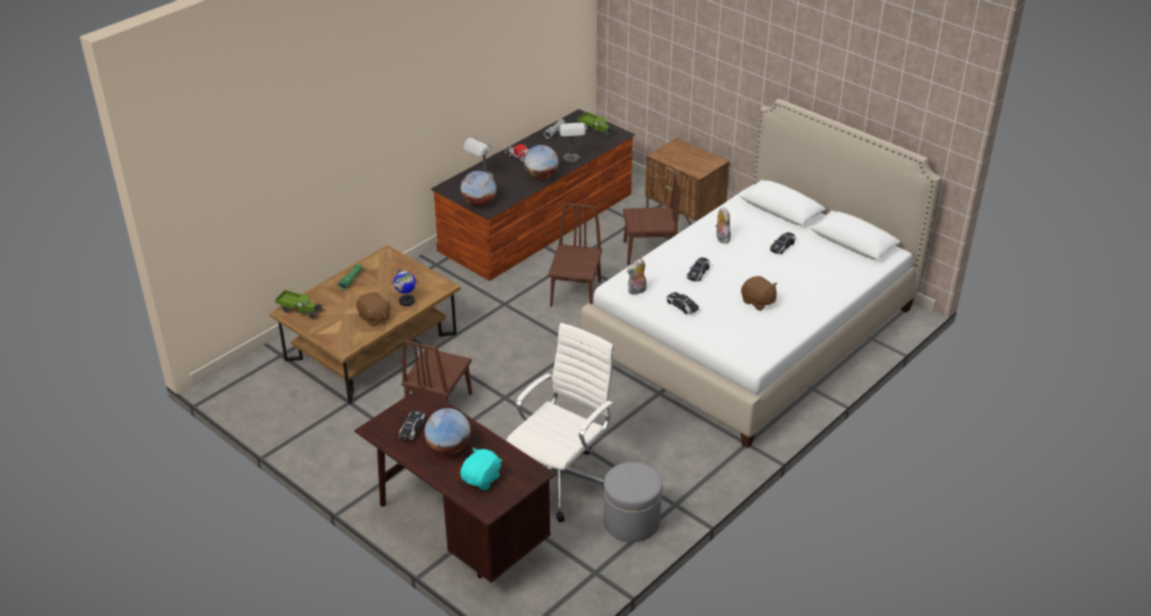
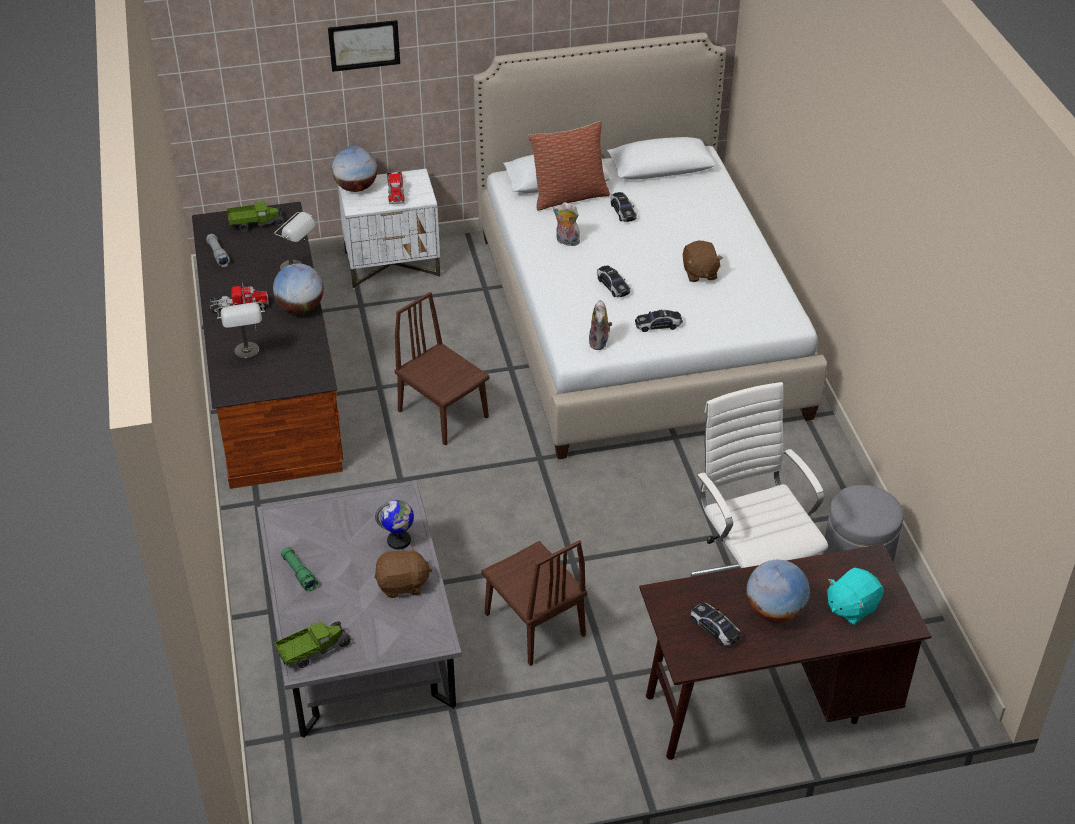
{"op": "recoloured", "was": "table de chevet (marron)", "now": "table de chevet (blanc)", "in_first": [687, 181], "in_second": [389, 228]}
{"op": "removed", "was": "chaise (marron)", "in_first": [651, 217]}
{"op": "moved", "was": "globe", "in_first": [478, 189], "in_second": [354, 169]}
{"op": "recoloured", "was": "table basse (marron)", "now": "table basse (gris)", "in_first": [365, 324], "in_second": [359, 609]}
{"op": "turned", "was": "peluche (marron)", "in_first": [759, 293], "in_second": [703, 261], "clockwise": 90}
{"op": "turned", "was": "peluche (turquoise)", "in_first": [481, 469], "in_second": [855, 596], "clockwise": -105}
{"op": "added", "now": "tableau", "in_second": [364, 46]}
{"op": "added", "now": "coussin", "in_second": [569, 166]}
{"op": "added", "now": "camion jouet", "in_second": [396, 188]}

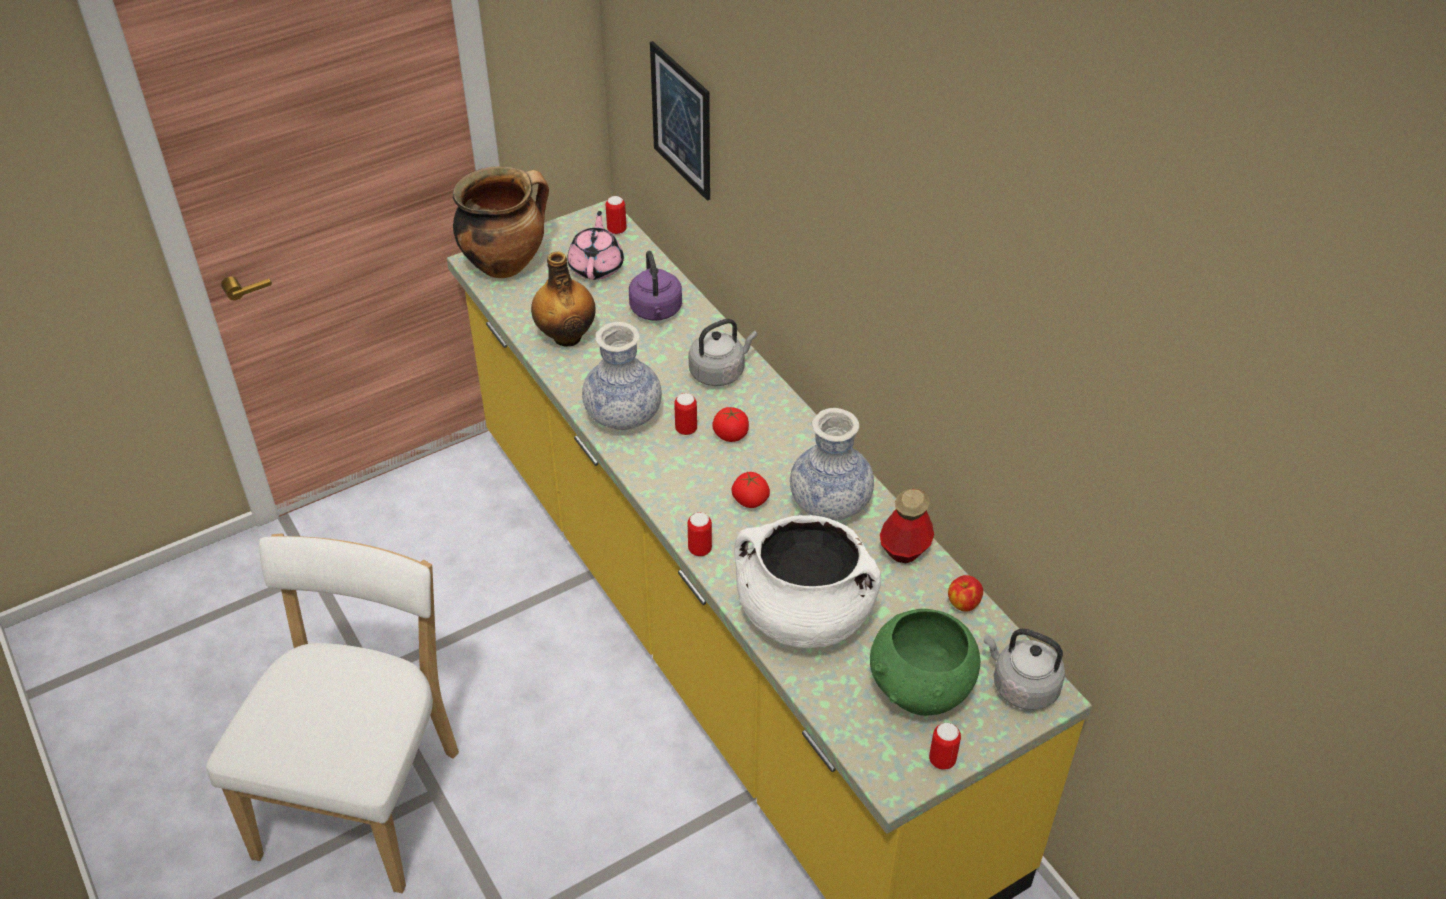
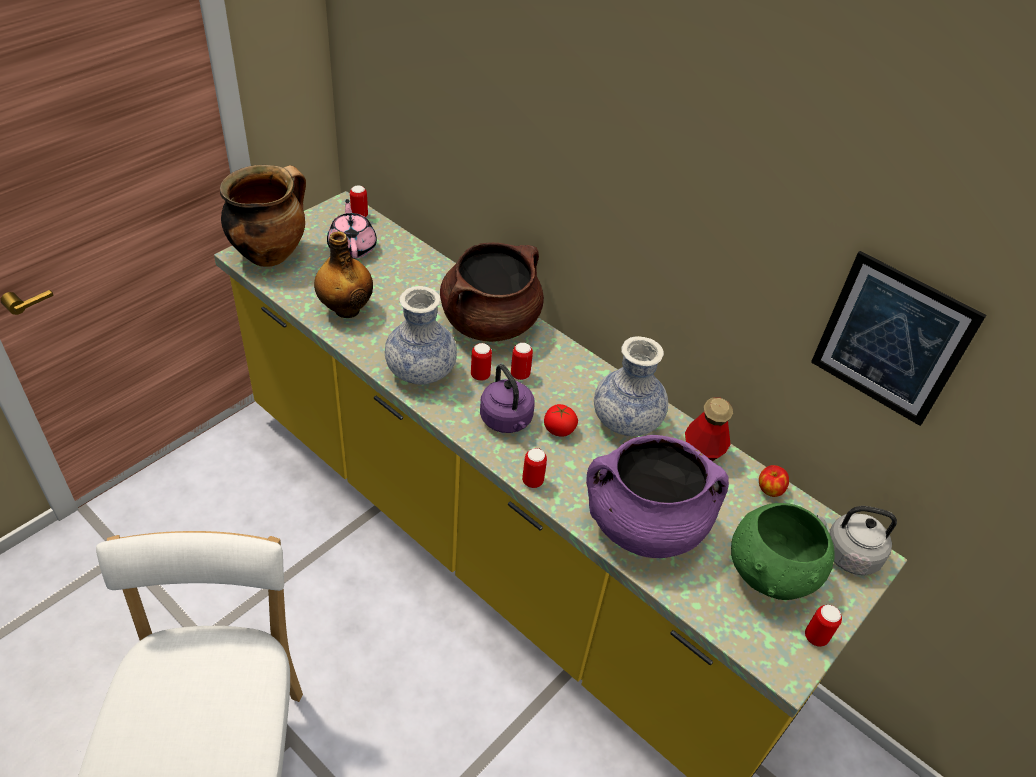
{"op": "moved", "was": "tableau", "in_first": [680, 121], "in_second": [898, 338]}
{"op": "moved", "was": "bouilloire (violet)", "in_first": [655, 286], "in_second": [507, 398]}
{"op": "replaced", "was": "bouilloire (gris)", "now": "marmite (marron)", "in_first": [722, 352], "in_second": [492, 292]}
{"op": "replaced", "was": "tomate", "now": "boîte métallique", "in_first": [730, 424], "in_second": [522, 361]}
{"op": "recoloured", "was": "marmite (blanc)", "now": "marmite (violet)", "in_first": [807, 581], "in_second": [657, 496]}

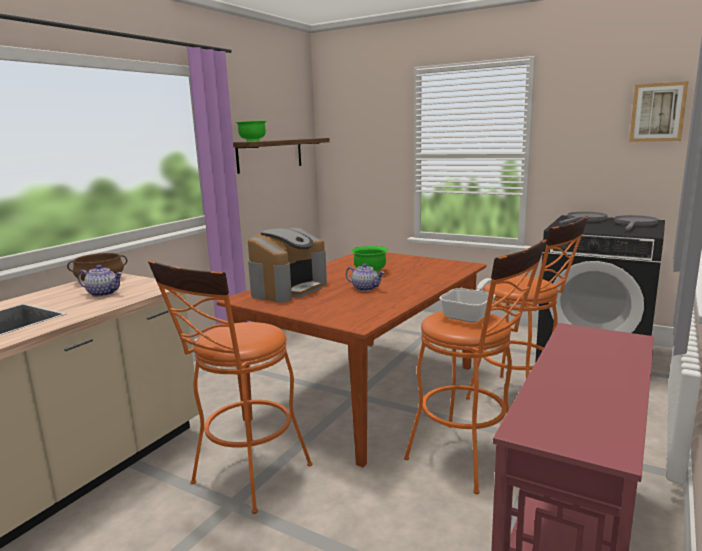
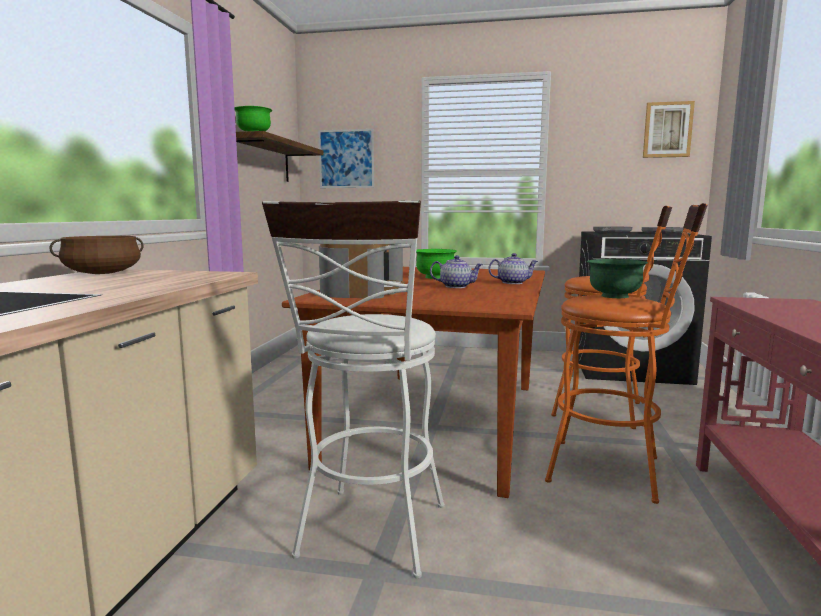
{"op": "recoloured", "was": "tabouret (orange)", "now": "tabouret (blanc)", "in_first": [230, 387], "in_second": [353, 389]}
{"op": "moved", "was": "théière", "in_first": [100, 281], "in_second": [513, 268]}
{"op": "replaced", "was": "poêle", "now": "bol (vert)", "in_first": [467, 300], "in_second": [617, 278]}
{"op": "added", "now": "tableau", "in_second": [346, 158]}

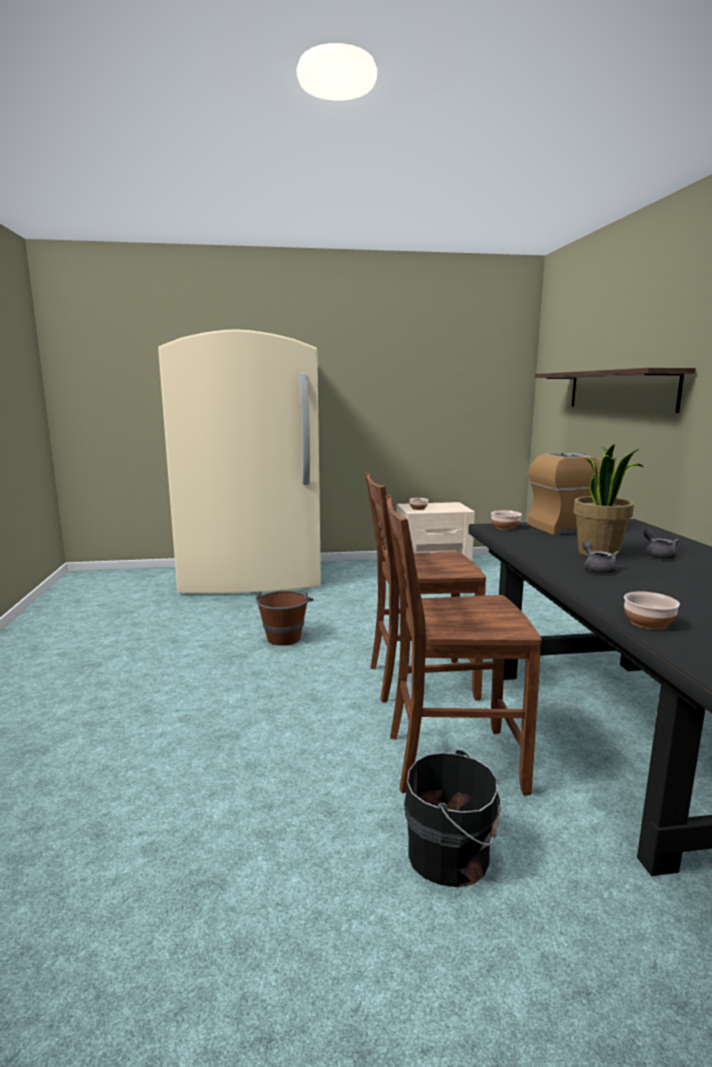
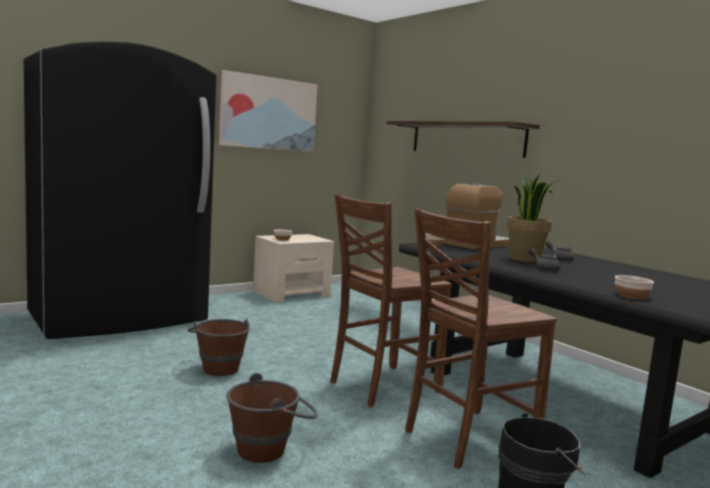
{"op": "recoloured", "was": "réfrigérateur (beige)", "now": "réfrigérateur (noir)", "in_first": [239, 461], "in_second": [120, 190]}
{"op": "added", "now": "tableau", "in_second": [268, 111]}
{"op": "added", "now": "seau (marron)", "in_second": [272, 418]}

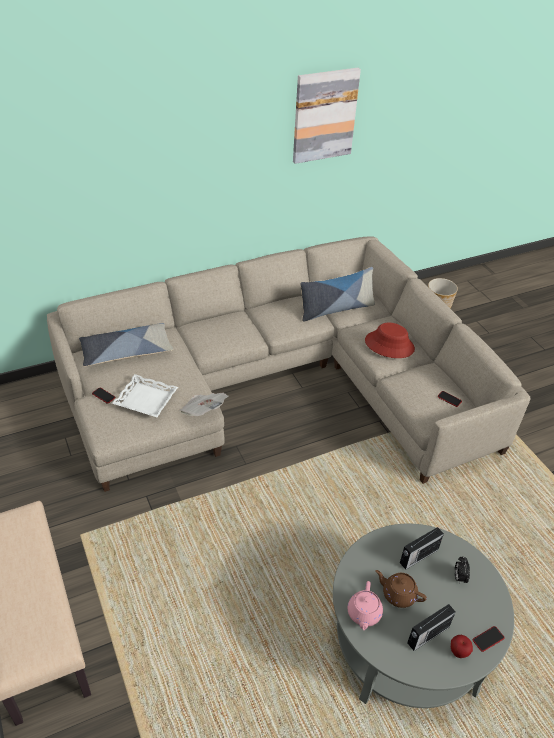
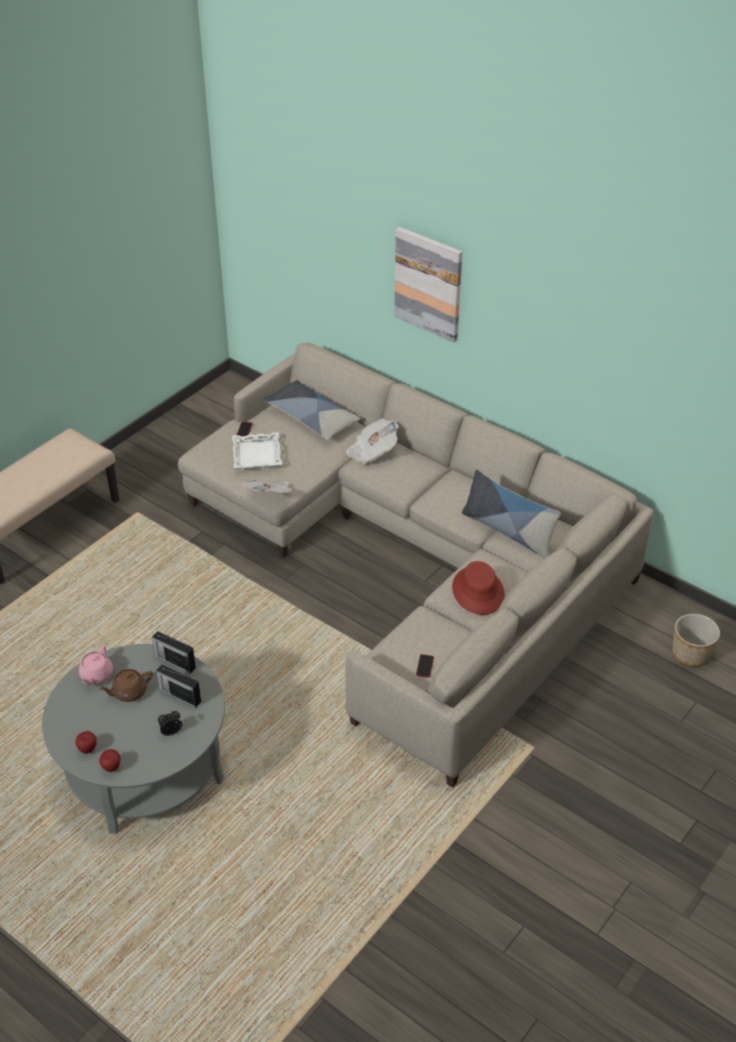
{"op": "moved", "was": "tableau", "in_first": [327, 116], "in_second": [428, 284]}
{"op": "turned", "was": "théière (marron)", "in_first": [401, 589], "in_second": [126, 685], "clockwise": -120}
{"op": "turned", "was": "théière (rose)", "in_first": [365, 606], "in_second": [96, 665], "clockwise": -60}
{"op": "moved", "was": "radio", "in_first": [431, 627], "in_second": [174, 652]}
{"op": "replaced", "was": "téléphone", "now": "pomme", "in_first": [488, 639], "in_second": [109, 760]}
{"op": "added", "now": "journal", "in_second": [372, 441]}

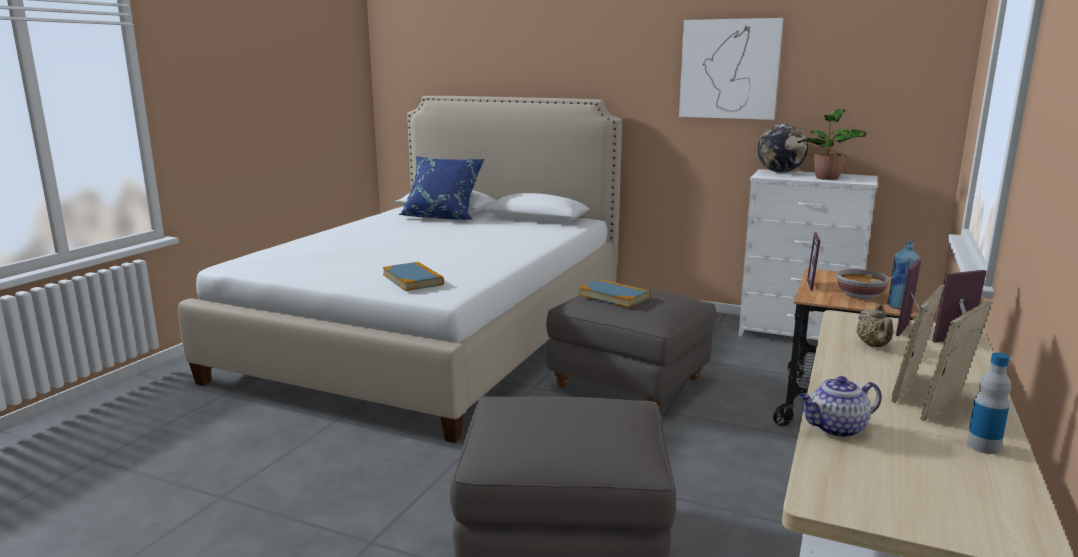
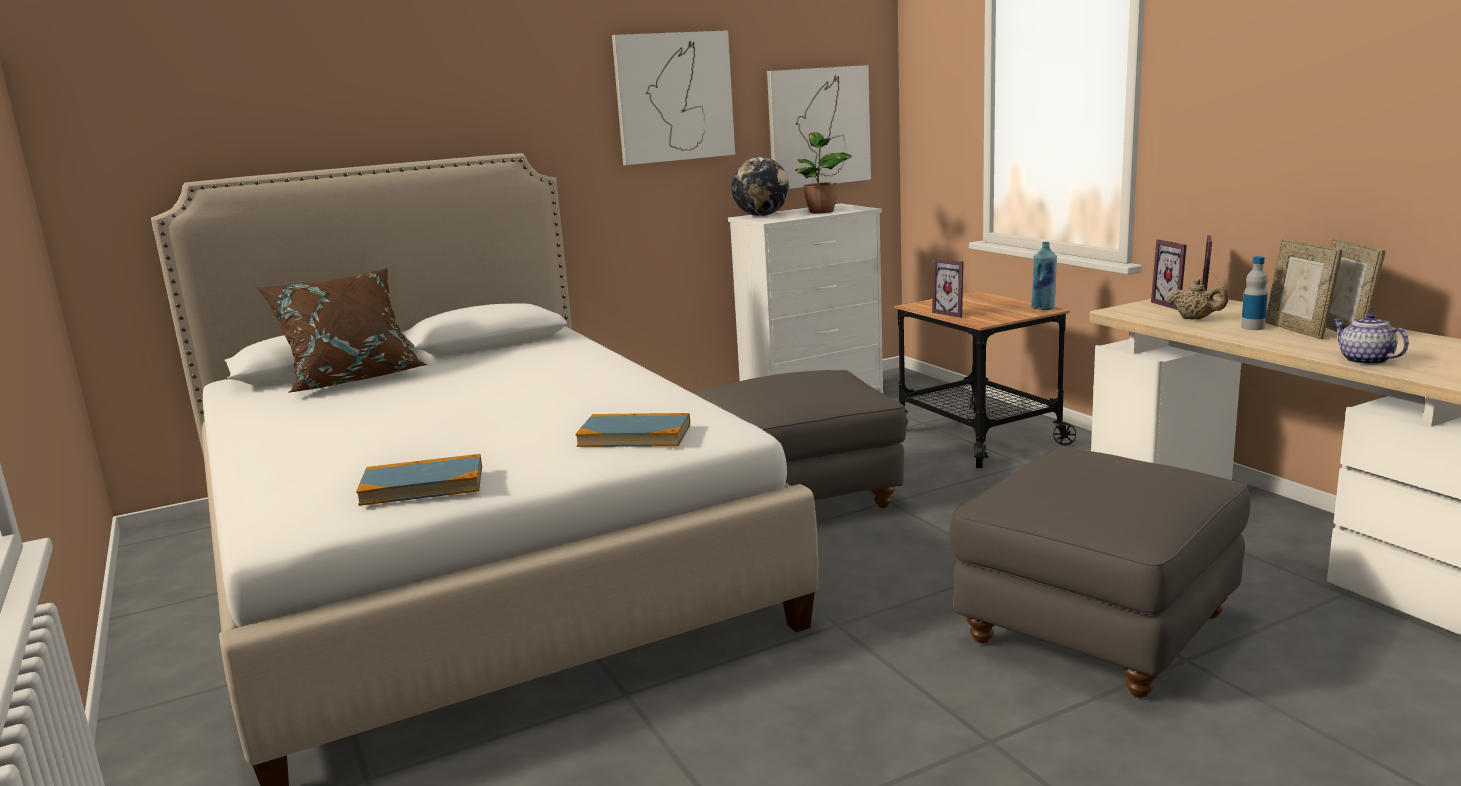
{"op": "recoloured", "was": "coussin (bleu)", "now": "coussin (marron)", "in_first": [441, 188], "in_second": [341, 330]}
{"op": "removed", "was": "bol", "in_first": [863, 284]}
{"op": "moved", "was": "livre", "in_first": [615, 293], "in_second": [419, 480]}
{"op": "moved", "was": "bouteille", "in_first": [989, 403], "in_second": [1254, 293]}
{"op": "turned", "was": "théière", "in_first": [840, 407], "in_second": [1371, 339], "clockwise": 135}
{"op": "added", "now": "tableau", "in_second": [819, 127]}

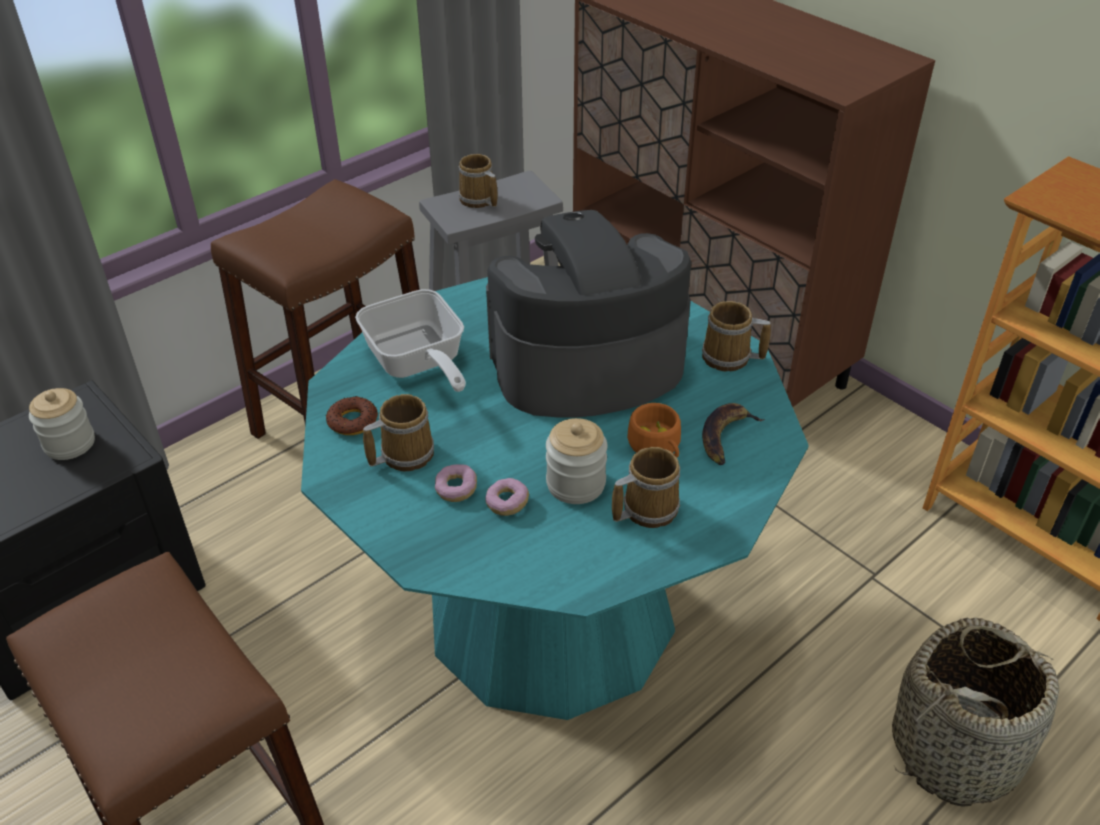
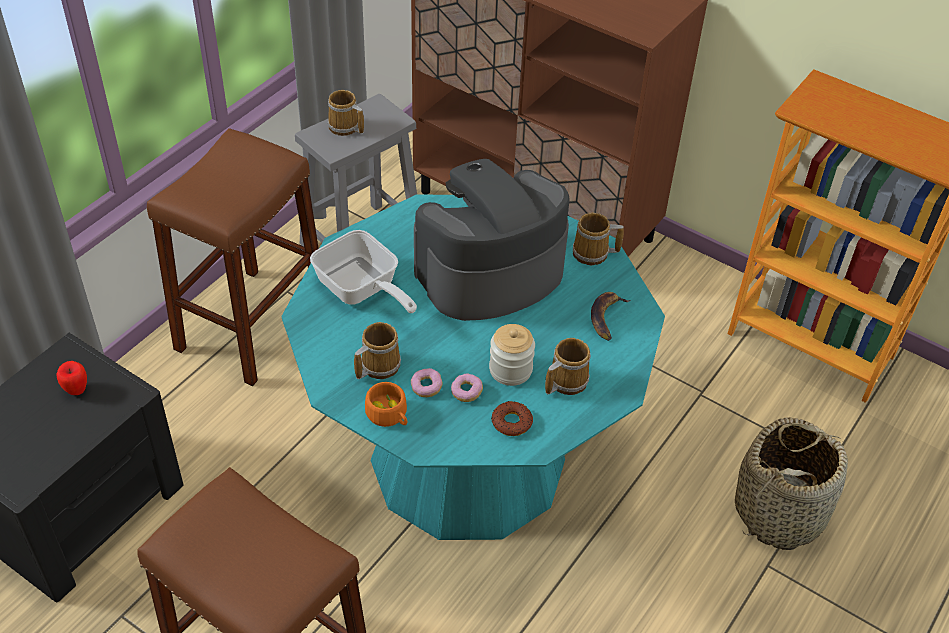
{"op": "replaced", "was": "bocal", "now": "pomme", "in_first": [62, 424], "in_second": [71, 378]}
{"op": "moved", "was": "beignet", "in_first": [352, 415], "in_second": [512, 418]}
{"op": "moved", "was": "tasse (orange)", "in_first": [654, 430], "in_second": [386, 404]}

